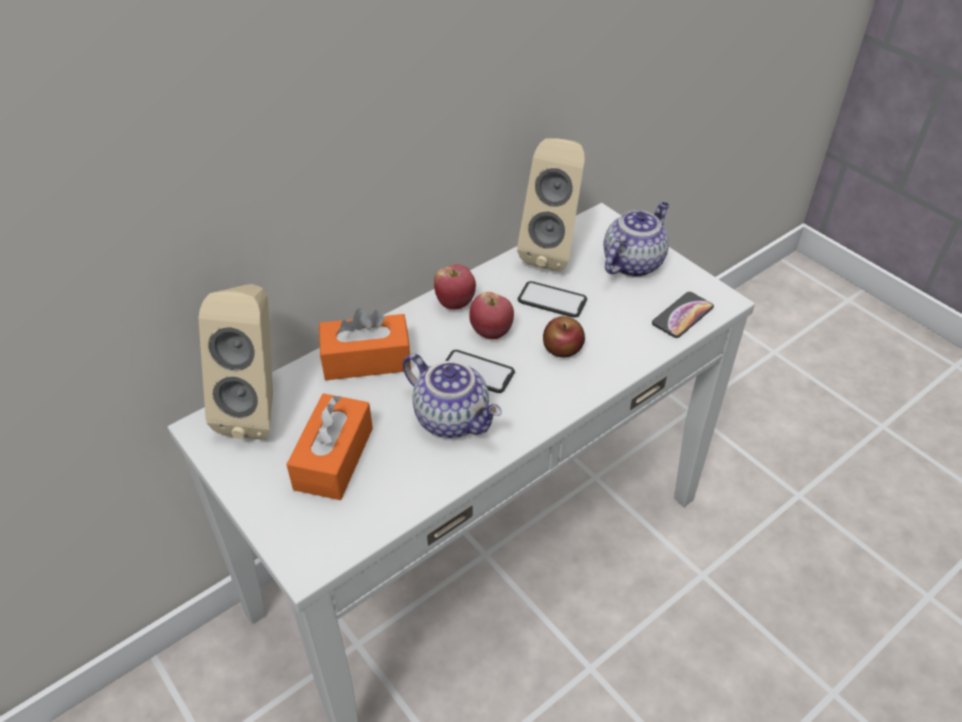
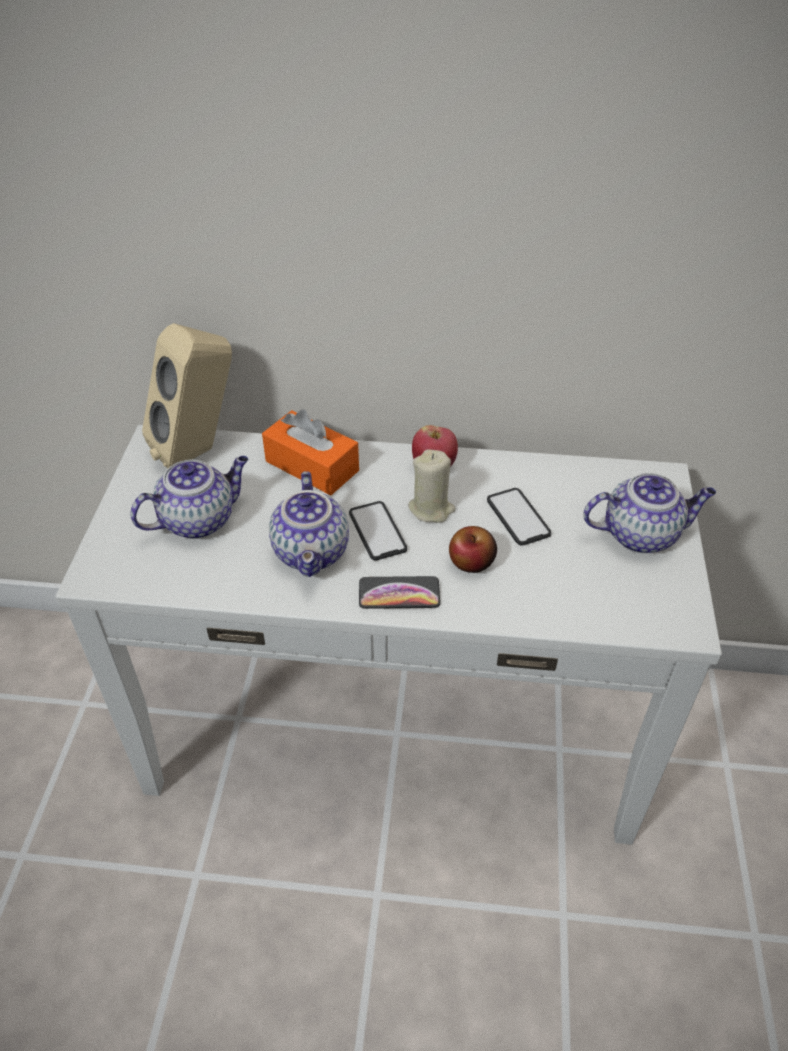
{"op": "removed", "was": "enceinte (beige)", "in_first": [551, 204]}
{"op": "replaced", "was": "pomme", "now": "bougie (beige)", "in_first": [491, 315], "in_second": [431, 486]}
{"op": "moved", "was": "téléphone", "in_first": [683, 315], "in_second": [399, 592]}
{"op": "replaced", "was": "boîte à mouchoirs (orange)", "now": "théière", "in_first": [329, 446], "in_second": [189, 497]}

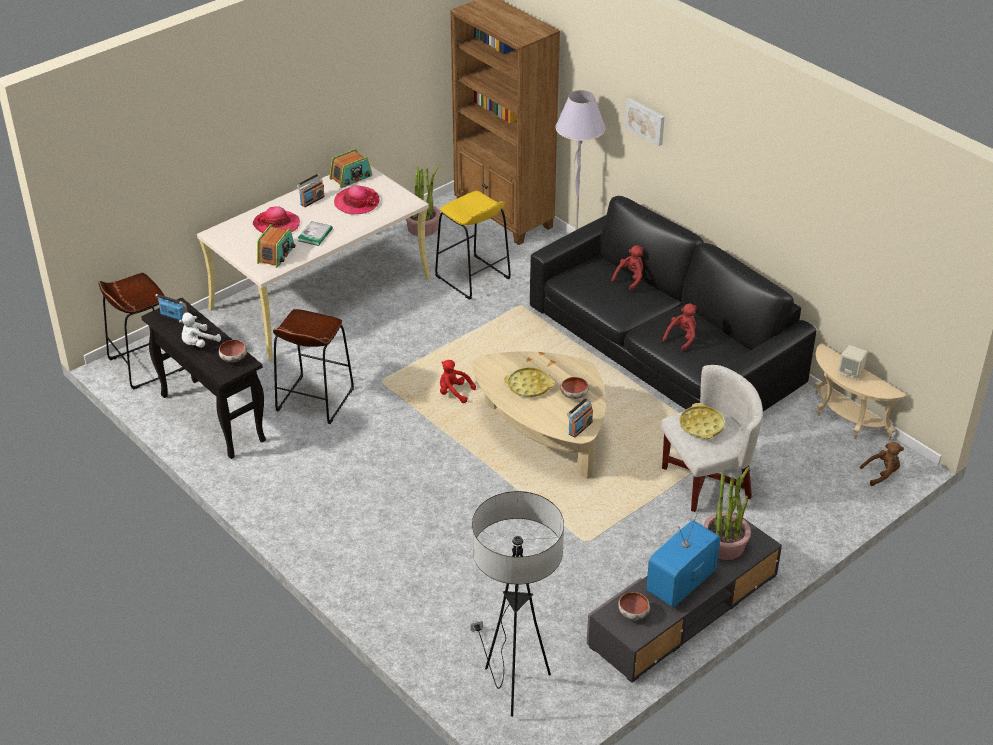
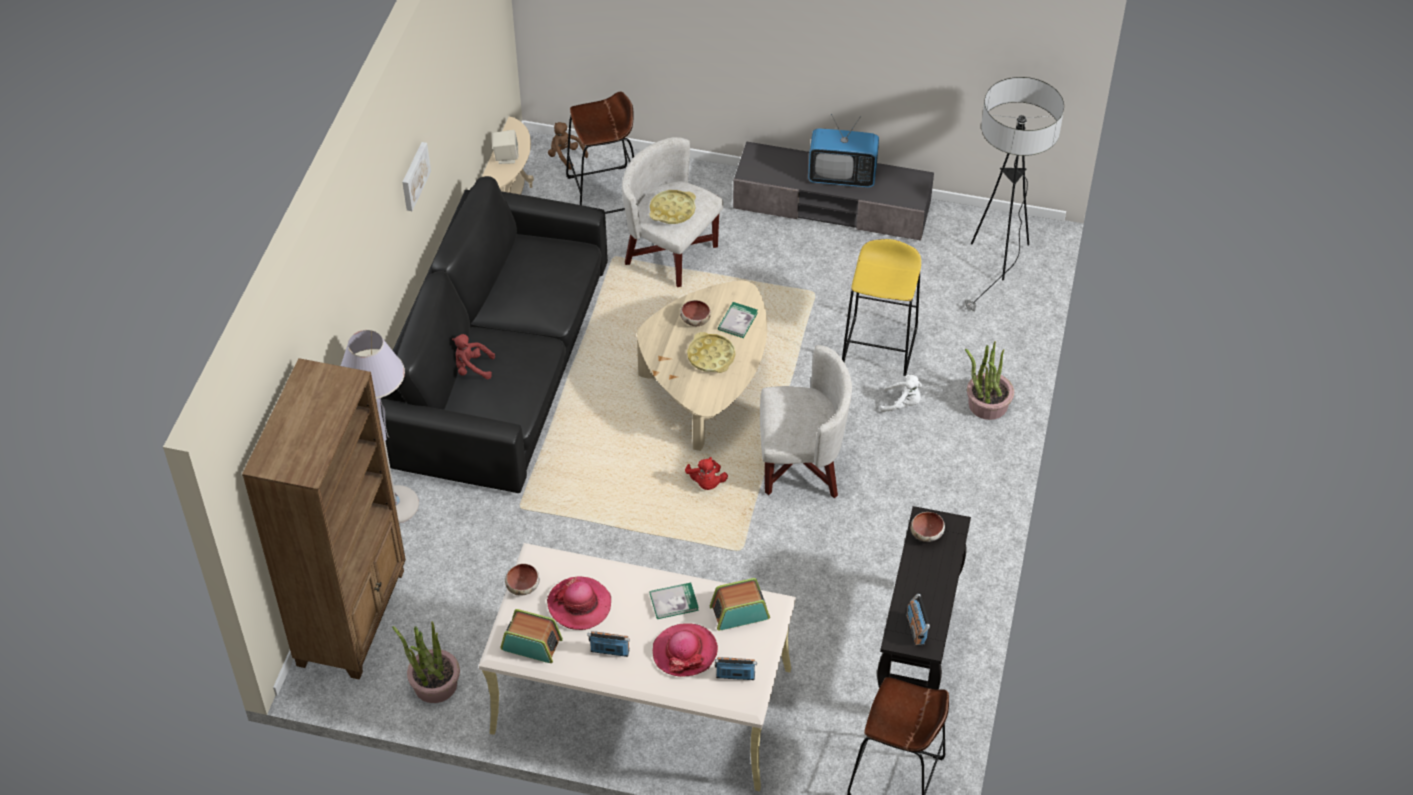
{"op": "moved", "was": "tableau", "in_first": [644, 122], "in_second": [416, 176]}
{"op": "moved", "was": "tabouret (jaune)", "in_first": [473, 245], "in_second": [881, 307]}
{"op": "removed", "was": "peluche (rouge)", "in_first": [679, 327]}
{"op": "moved", "was": "tabouret (marron)", "in_first": [313, 366], "in_second": [600, 153]}
{"op": "moved", "was": "peluche (blanc)", "in_first": [200, 330], "in_second": [901, 393]}
{"op": "moved", "was": "radio", "in_first": [580, 418], "in_second": [736, 668]}
{"op": "moved", "was": "plante en pot", "in_first": [727, 513], "in_second": [989, 380]}
{"op": "moved", "was": "bol", "in_first": [634, 606], "in_second": [522, 580]}
{"op": "added", "now": "livre", "in_second": [738, 320]}
{"op": "added", "now": "fauteuil (blanc)", "in_second": [806, 421]}

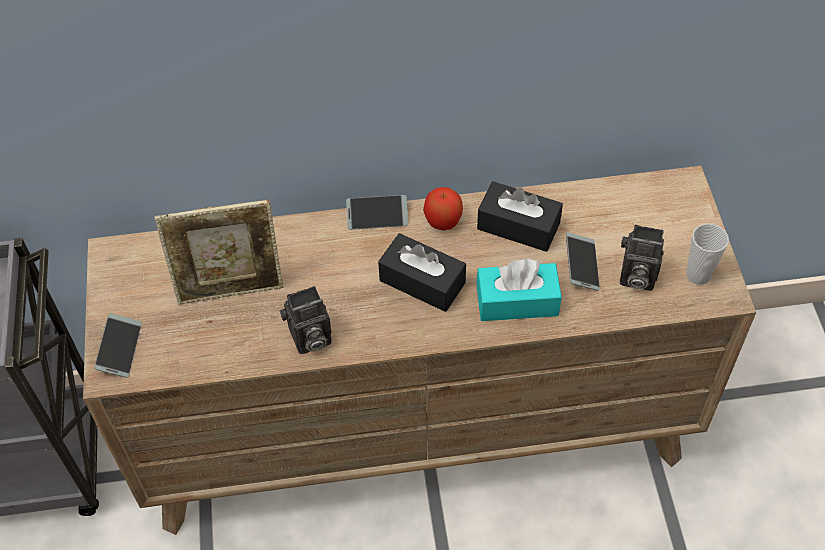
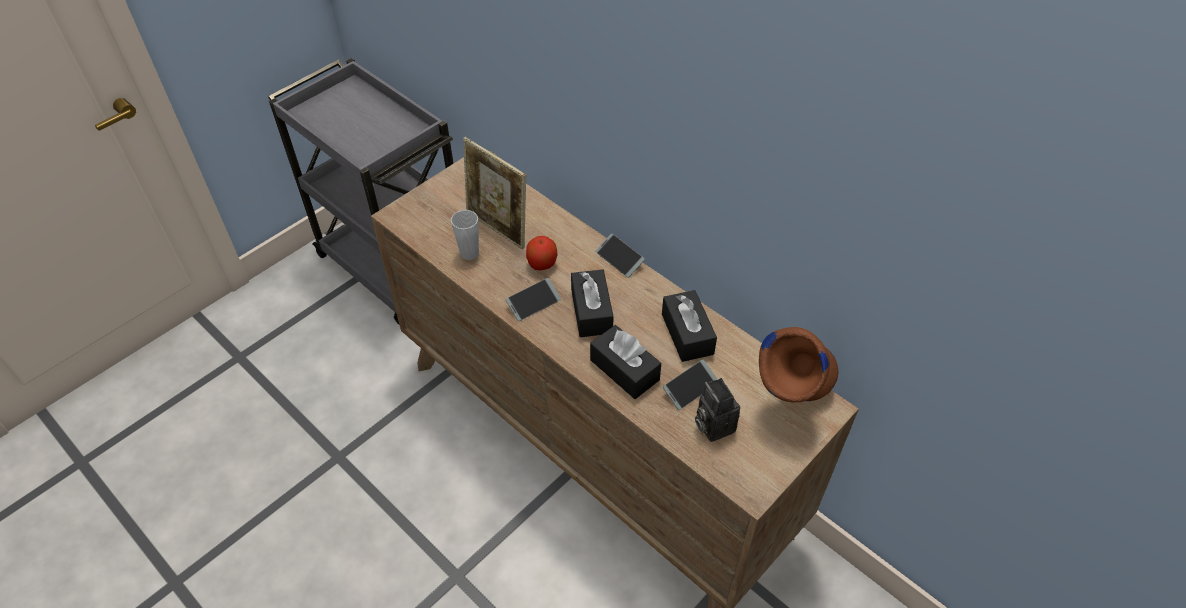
{"op": "moved", "was": "pomme", "in_first": [443, 208], "in_second": [542, 253]}
{"op": "moved", "was": "tasse", "in_first": [707, 254], "in_second": [465, 235]}
{"op": "recoloured", "was": "boîte à mouchoirs (turquoise)", "now": "boîte à mouchoirs (noir)", "in_first": [519, 290], "in_second": [625, 362]}
{"op": "removed", "was": "appareil photo", "in_first": [306, 320]}
{"op": "moved", "was": "téléphone", "in_first": [118, 345], "in_second": [533, 299]}
{"op": "added", "now": "vase (marron)", "in_second": [798, 364]}

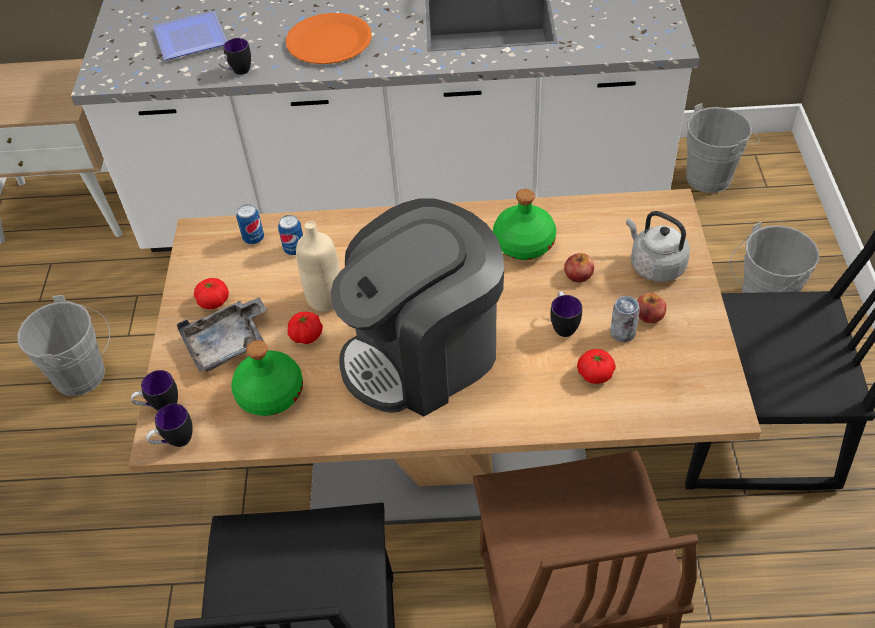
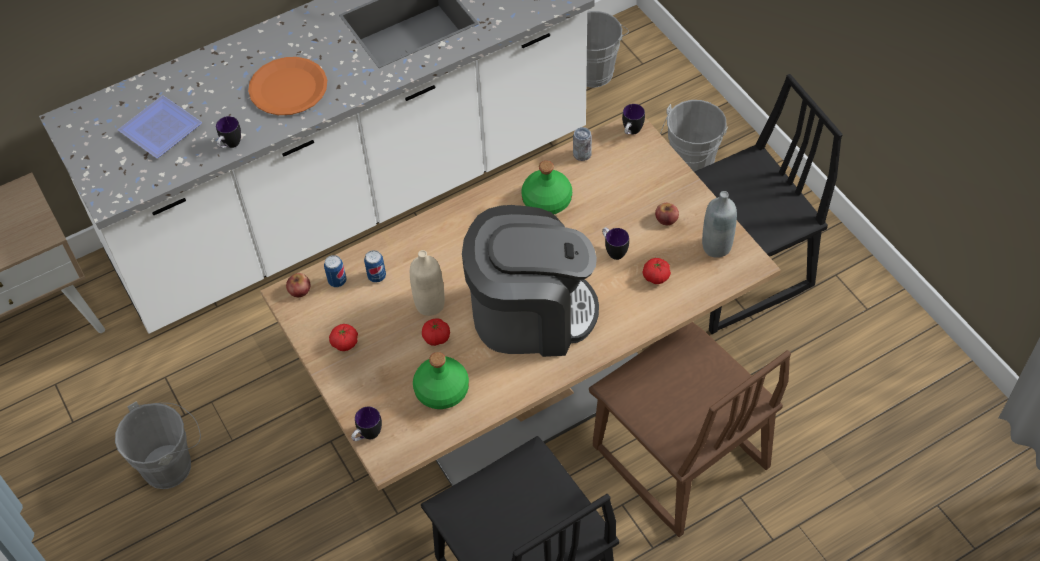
{"op": "turned", "was": "machine à café", "in_first": [417, 307], "in_second": [530, 281], "clockwise": -120}
{"op": "removed", "was": "bouilloire (gris)", "in_first": [658, 246]}
{"op": "moved", "was": "pomme", "in_first": [579, 268], "in_second": [298, 285]}
{"op": "moved", "was": "boîte métallique", "in_first": [625, 319], "in_second": [582, 144]}
{"op": "removed", "was": "plateau (gris)", "in_first": [222, 334]}
{"op": "moved", "was": "mug", "in_first": [169, 425], "in_second": [633, 119]}
{"op": "added", "now": "bouteille (gris)", "in_second": [719, 224]}

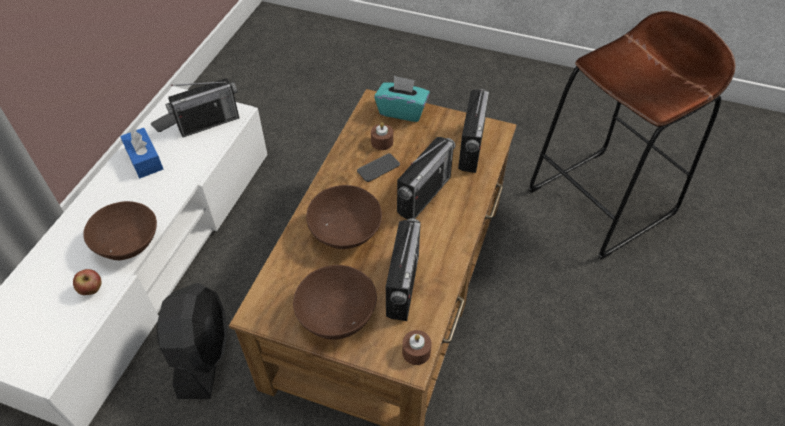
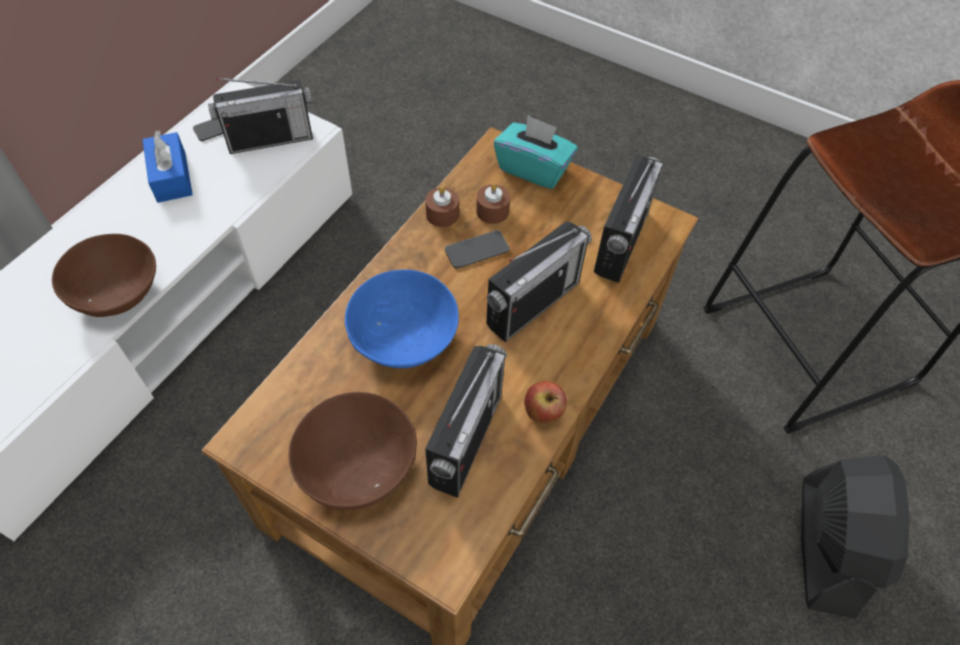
{"op": "recoloured", "was": "bol (marron)", "now": "bol (bleu)", "in_first": [344, 217], "in_second": [402, 318]}
{"op": "moved", "was": "pomme", "in_first": [87, 282], "in_second": [545, 402]}
{"op": "moved", "was": "ventilateur (noir)", "in_first": [191, 341], "in_second": [855, 537]}
{"op": "moved", "was": "bougie (marron)", "in_first": [416, 347], "in_second": [442, 206]}

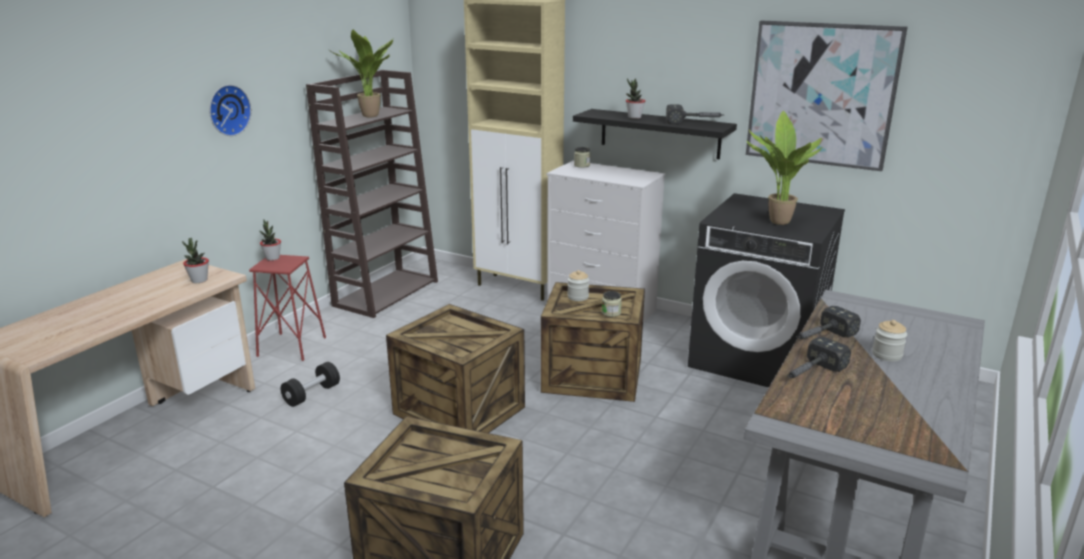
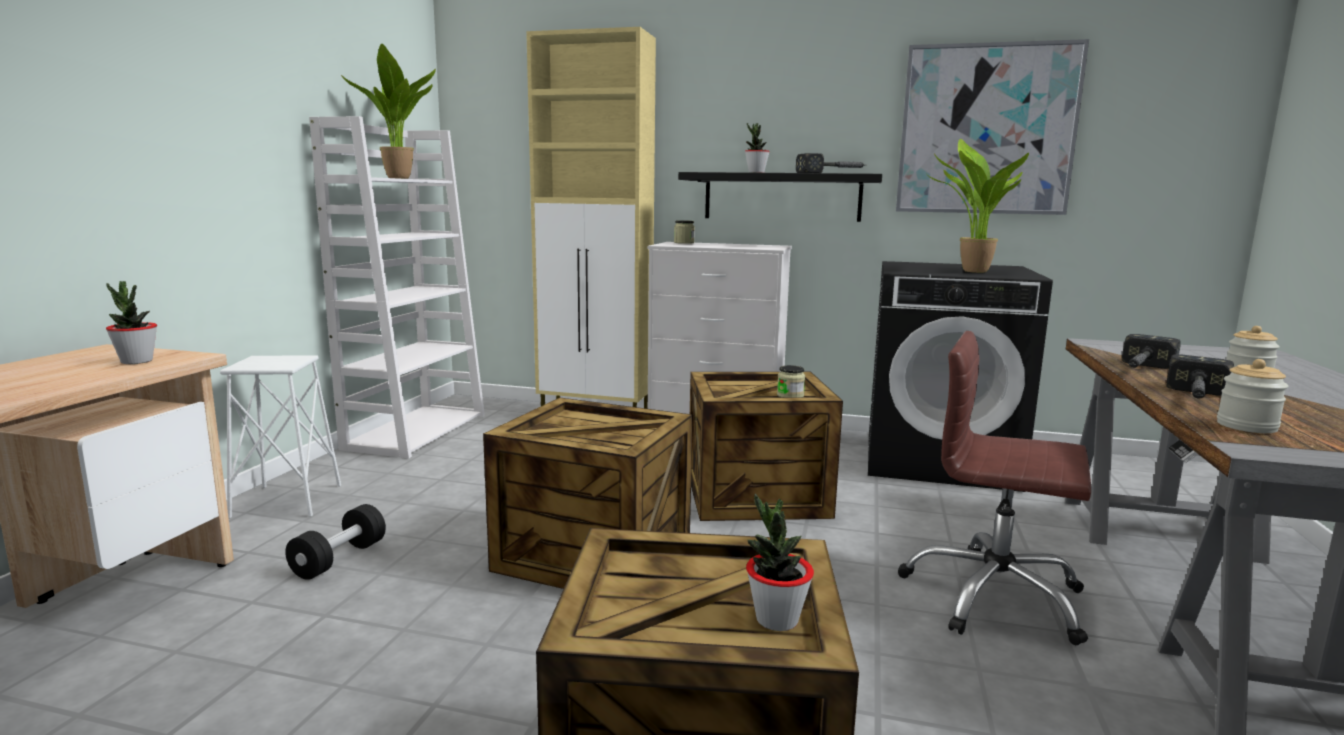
{"op": "recoloured", "was": "bibliothèque (marron)", "now": "bibliothèque (blanc)", "in_first": [372, 194], "in_second": [397, 287]}
{"op": "removed", "was": "horloge murale", "in_first": [230, 110]}
{"op": "moved", "was": "plante en pot", "in_first": [270, 240], "in_second": [780, 562]}
{"op": "recoloured", "was": "tabouret (rouge)", "now": "tabouret (blanc)", "in_first": [287, 308], "in_second": [280, 437]}
{"op": "moved", "was": "bocal", "in_first": [578, 285], "in_second": [1252, 396]}
{"op": "added", "now": "chaise de bureau (marron)", "in_second": [994, 488]}

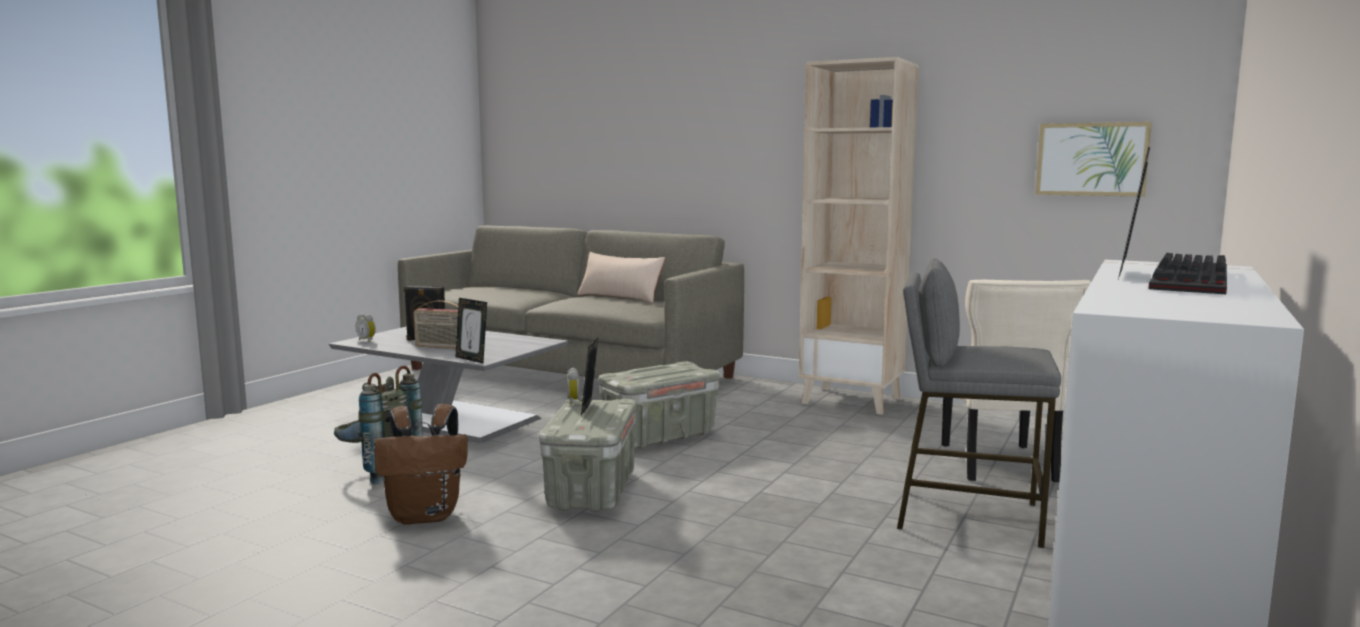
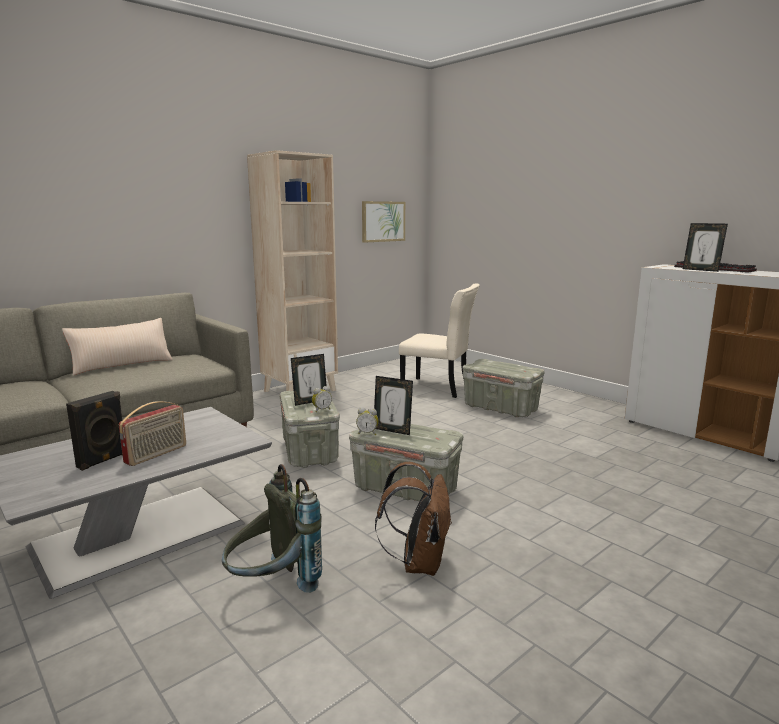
{"op": "replaced", "was": "tabouret (gris)", "now": "boîte de rangement (gris)", "in_first": [979, 403], "in_second": [503, 388]}
{"op": "moved", "was": "cadre photo", "in_first": [471, 330], "in_second": [308, 380]}
{"op": "moved", "was": "réveil", "in_first": [366, 327], "in_second": [322, 399]}

